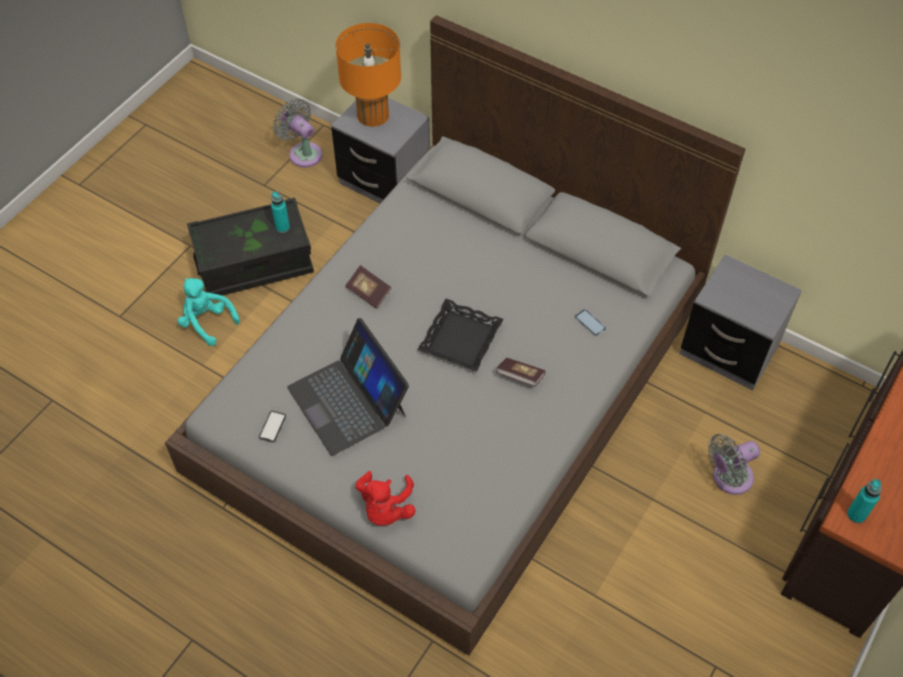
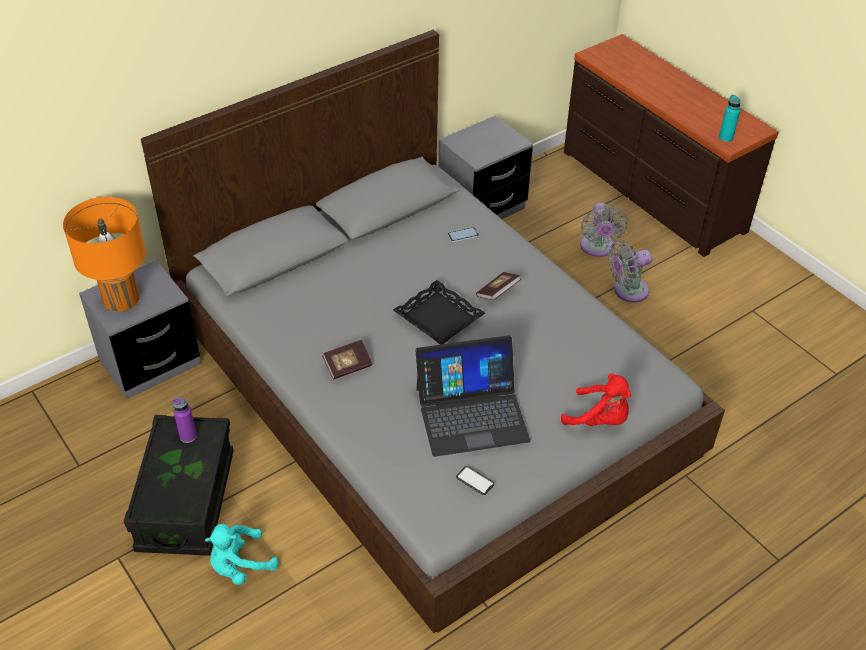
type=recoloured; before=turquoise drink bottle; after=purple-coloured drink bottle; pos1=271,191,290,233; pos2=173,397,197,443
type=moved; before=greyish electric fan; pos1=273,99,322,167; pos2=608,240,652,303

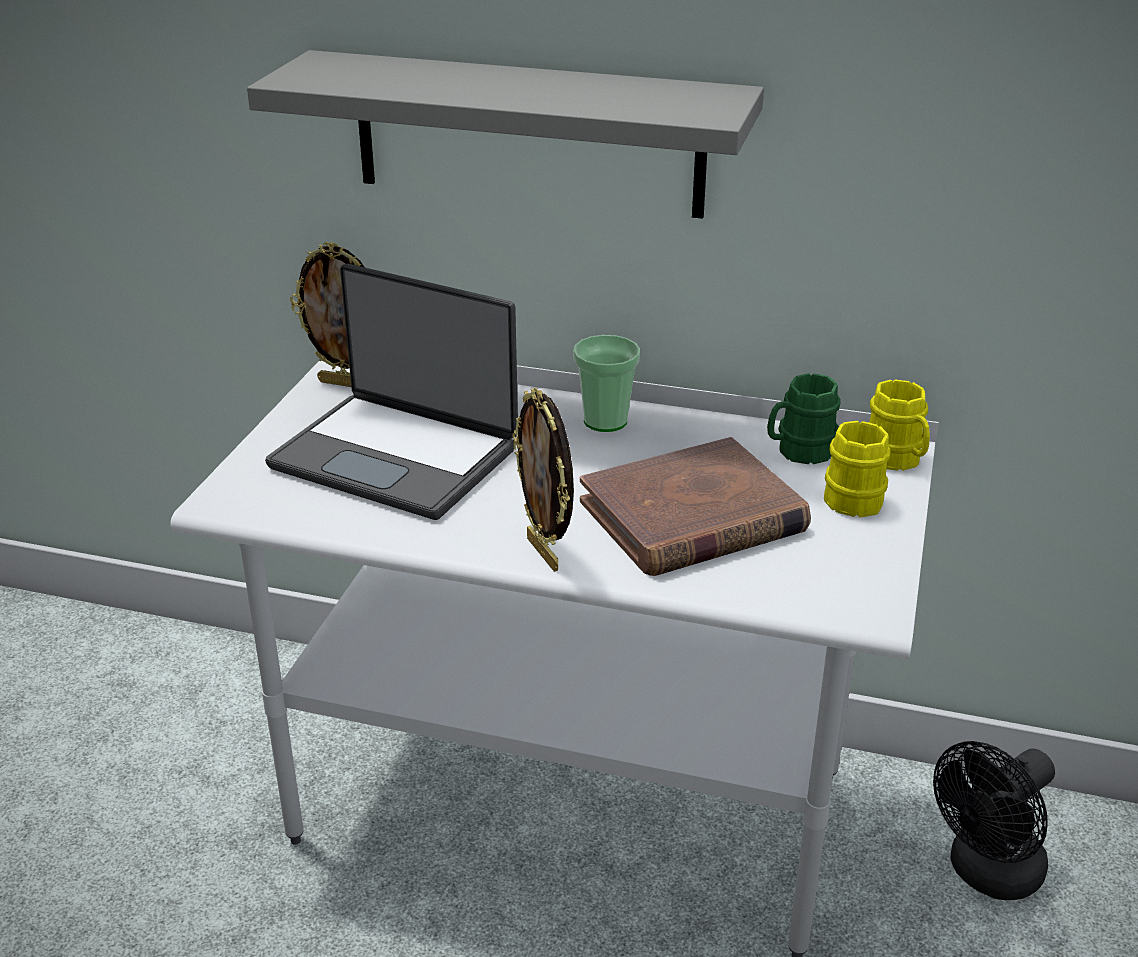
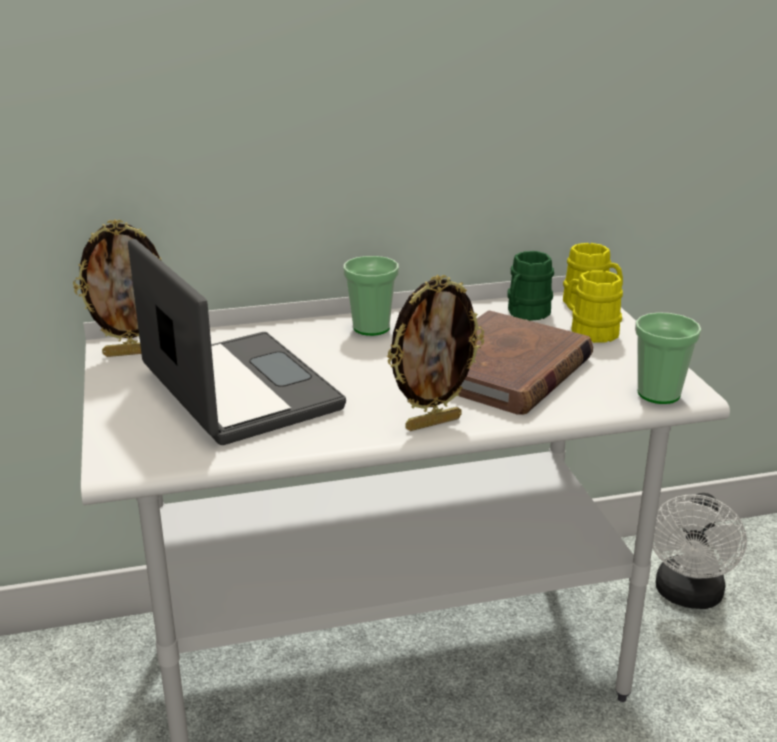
type=removed; before=greyish wall shelf; pos1=247,50,764,219
type=turned; before=portable computer; pos1=265,264,518,520; pos2=128,239,346,445; turn=-120
type=turned; before=standing frame; pos1=512,388,574,572; pos2=387,275,484,431; turn=-60
type=recoloured; before=black electric fan; after=whitish electric fan; pos1=933,741,1055,900; pos2=652,493,747,609
type=added; after=drinking cup; pos2=635,312,701,404

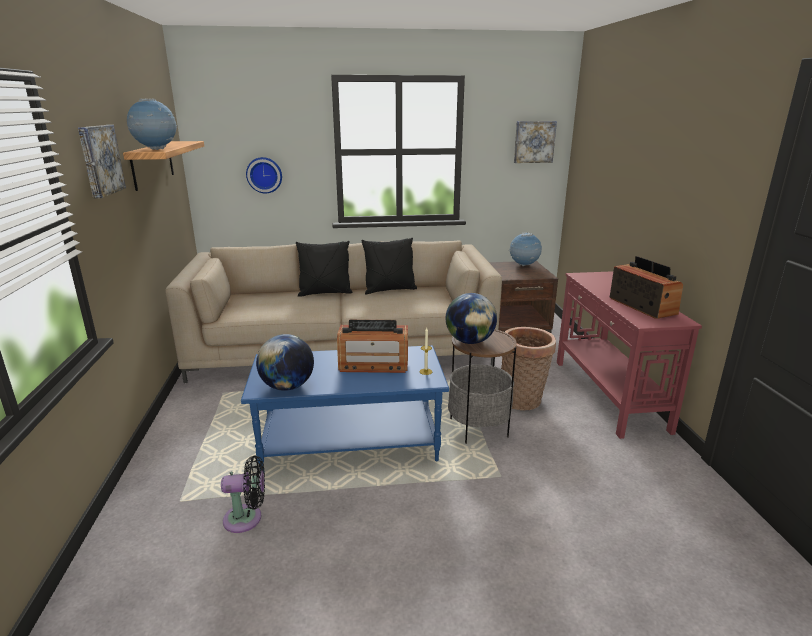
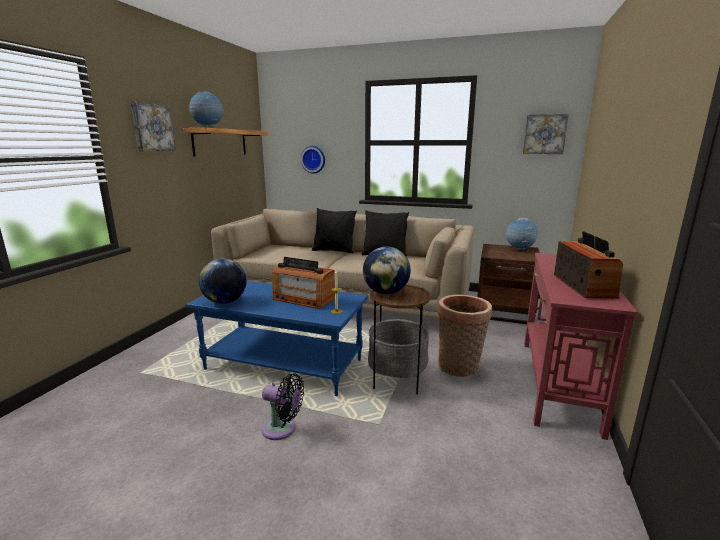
type=moved; before=black electric fan; pos1=221,455,265,533; pos2=262,373,304,440

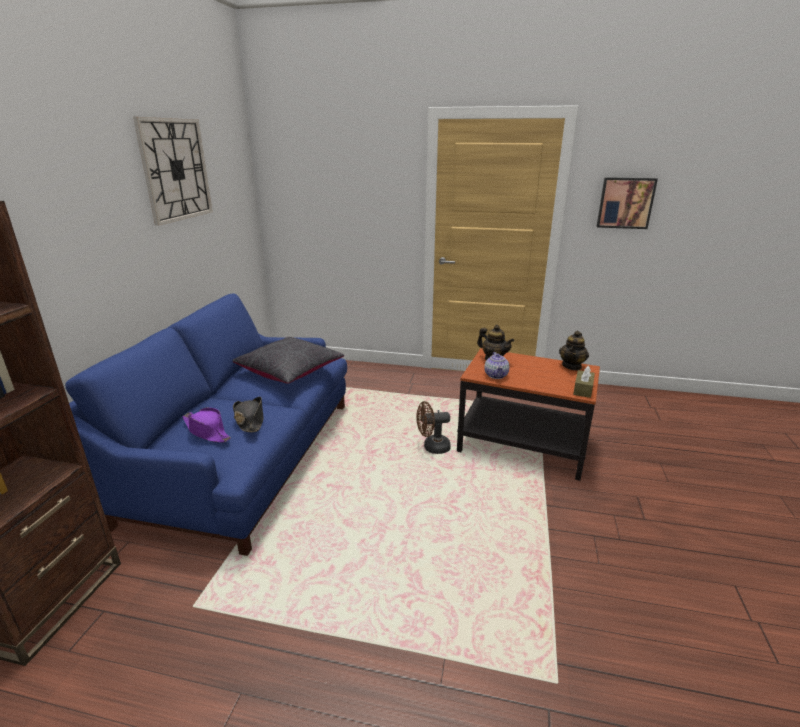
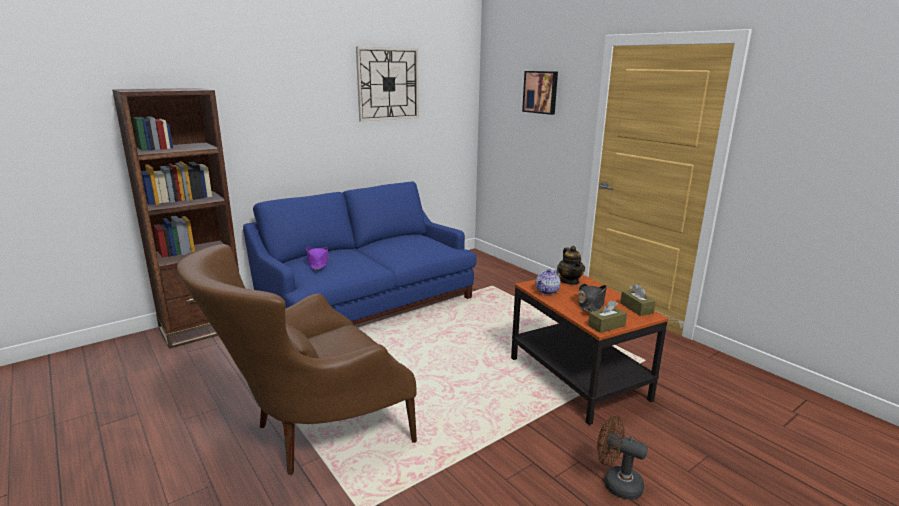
type=removed; before=black throw pillow; pos1=233,337,344,383
type=moved; before=black hat; pos1=233,397,264,432; pos2=578,284,607,312
type=moved; before=brown electric fan; pos1=416,401,451,454; pos2=597,415,648,500
type=replaced; before=pot for tea; after=brown tissue holder; pos1=559,331,589,370; pos2=620,284,656,316
type=moved; before=picture; pos1=596,177,658,229; pos2=522,71,558,115
type=added; after=brown armchair; pos2=177,244,417,475

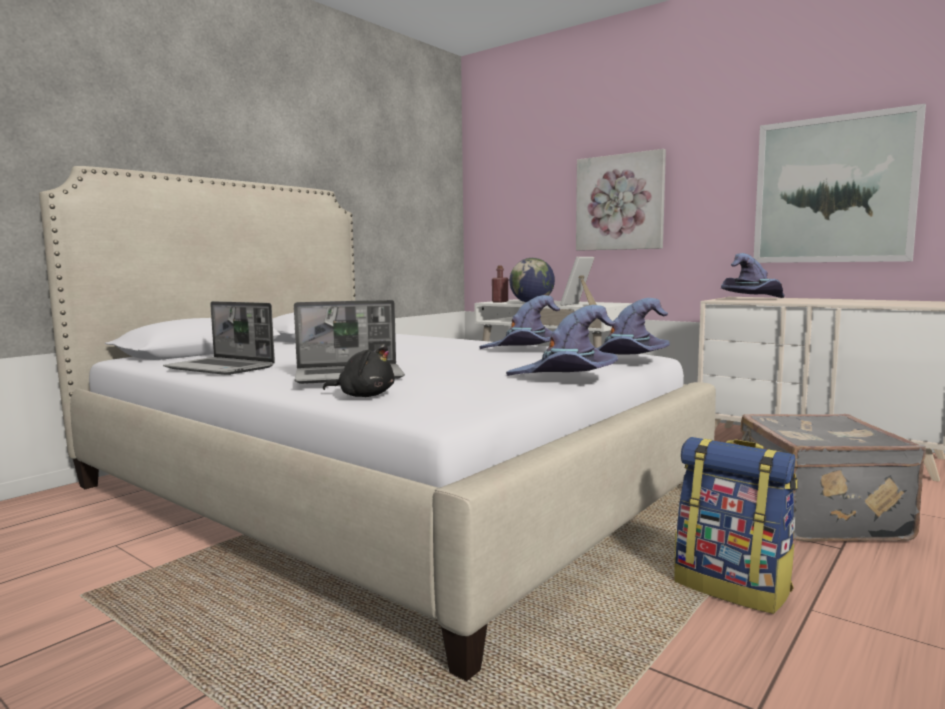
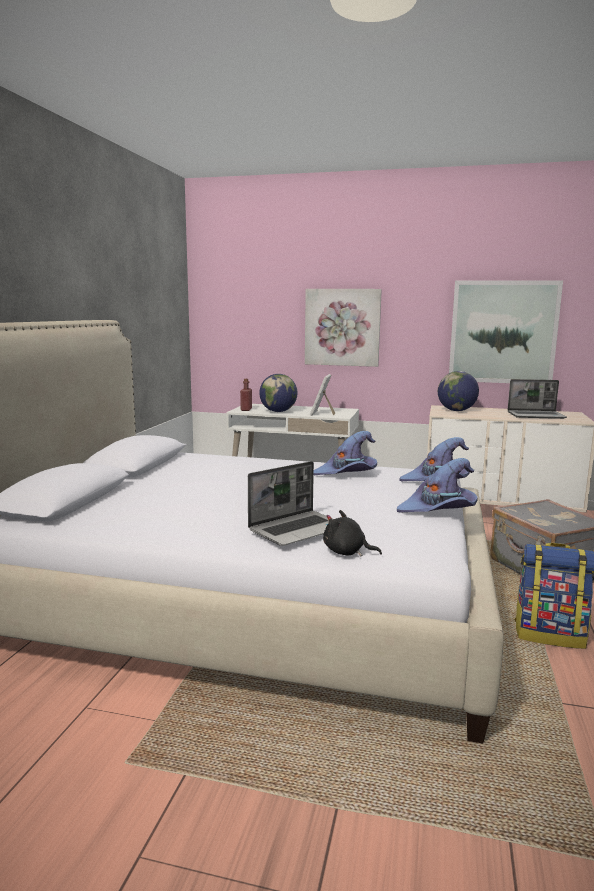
type=moved; before=portable computer; pos1=163,301,275,375; pos2=508,379,567,419
type=turned; before=black soft toy; pos1=323,346,394,397; pos2=323,510,382,556; turn=-150
type=replaced; before=purple-coloured hat; after=globe; pos1=721,253,784,298; pos2=438,371,479,411

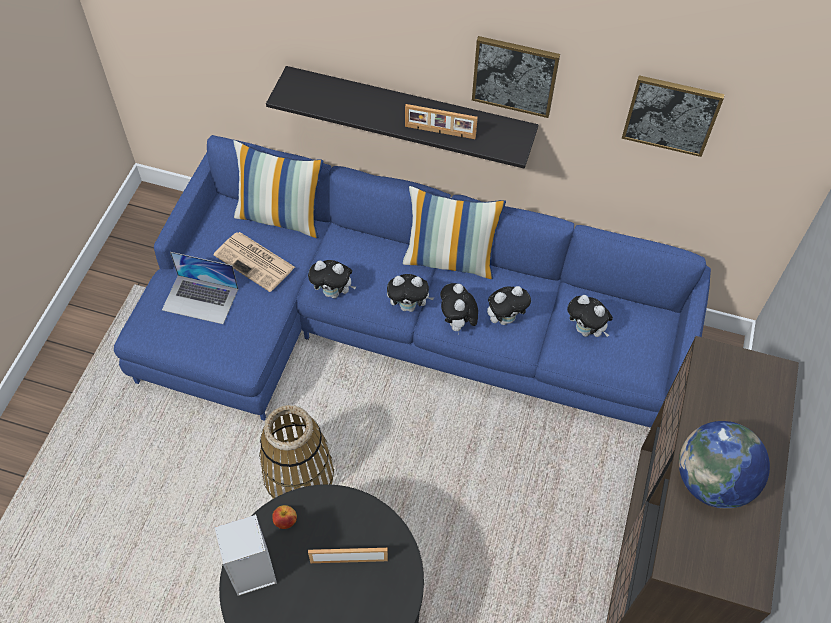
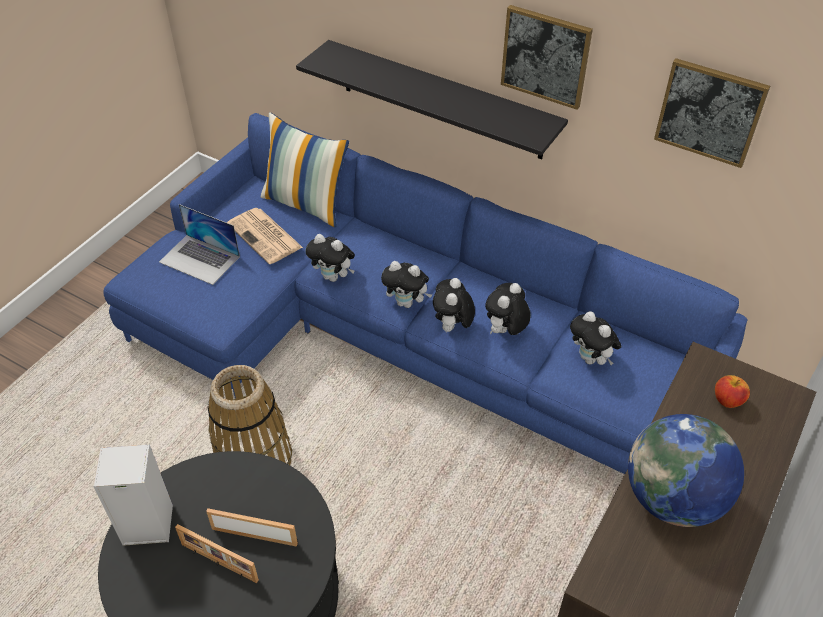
type=moved; before=apple; pos1=272,505,297,529; pos2=715,375,750,408
type=removed; before=throw pillow; pos1=403,186,506,279
type=moved; before=standing frame; pos1=405,104,478,139; pos2=175,524,259,583
type=turned; before=soft toy; pos1=487,286,531,325; pos2=485,283,531,335; turn=135

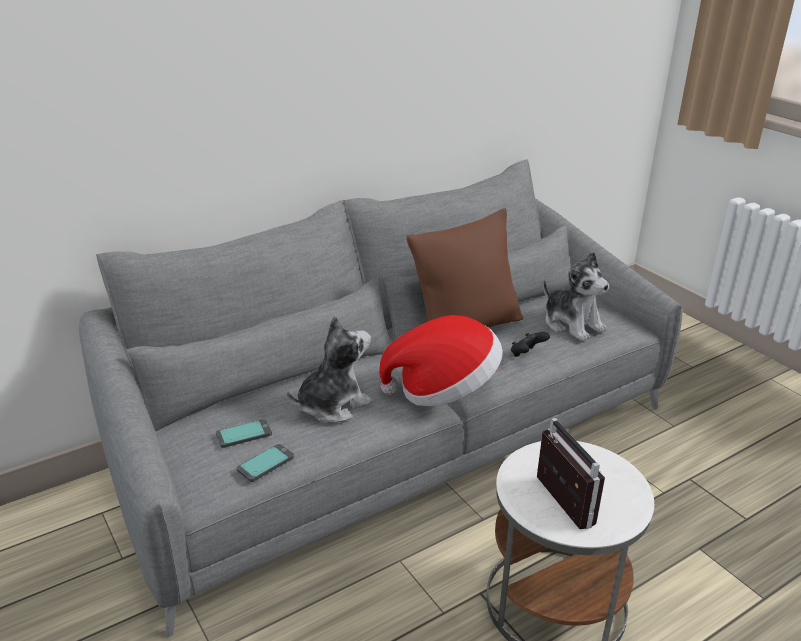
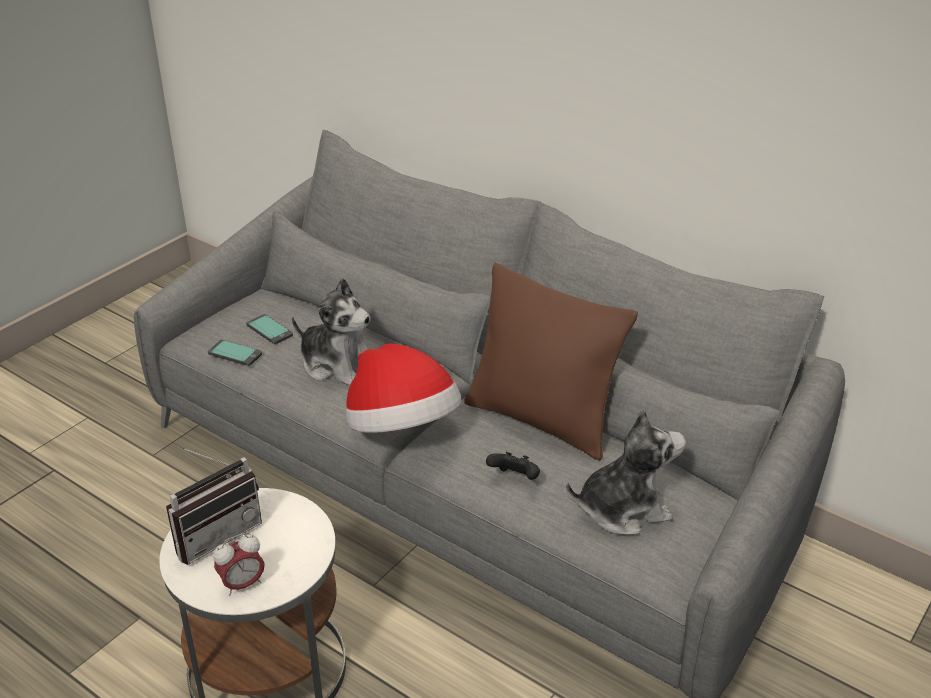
type=turned; before=soft toy; pos1=543,252,609,341; pos2=566,409,686,535; turn=-135
type=added; after=table clock; pos2=213,533,265,596

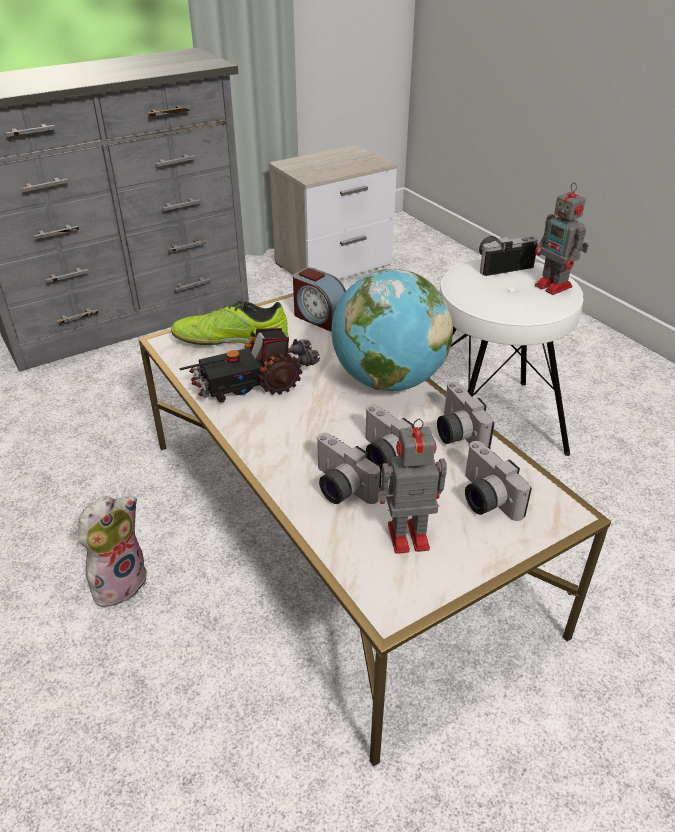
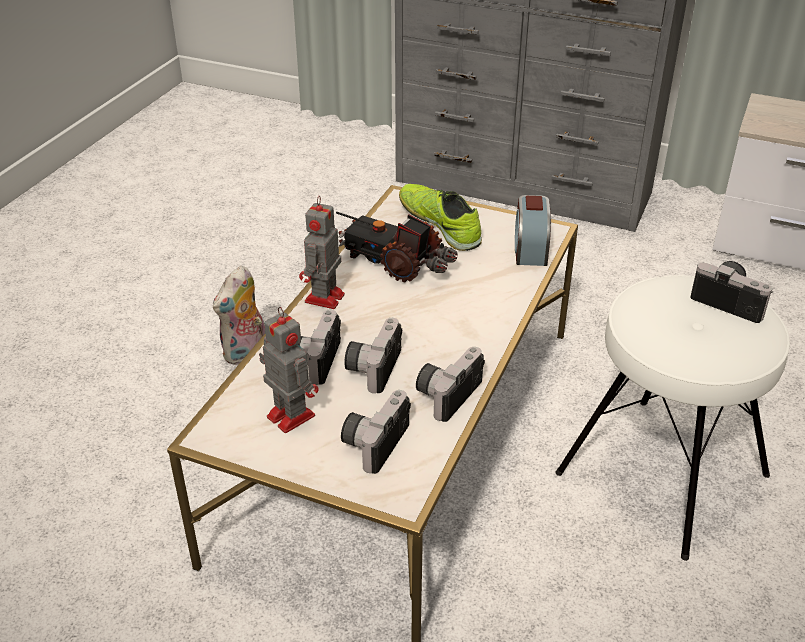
type=turned; before=soft toy; pos1=78,496,147,612; pos2=213,266,265,365; turn=120
type=removed; before=globe; pos1=331,269,453,391
type=moved; before=robot figure; pos1=535,182,589,295; pos2=299,195,345,309

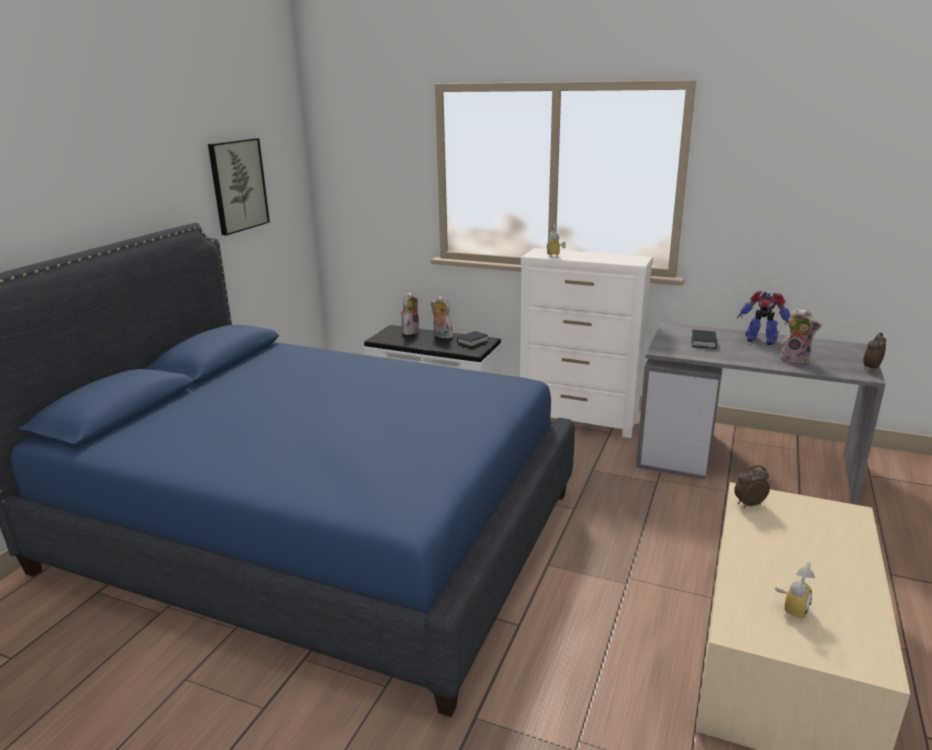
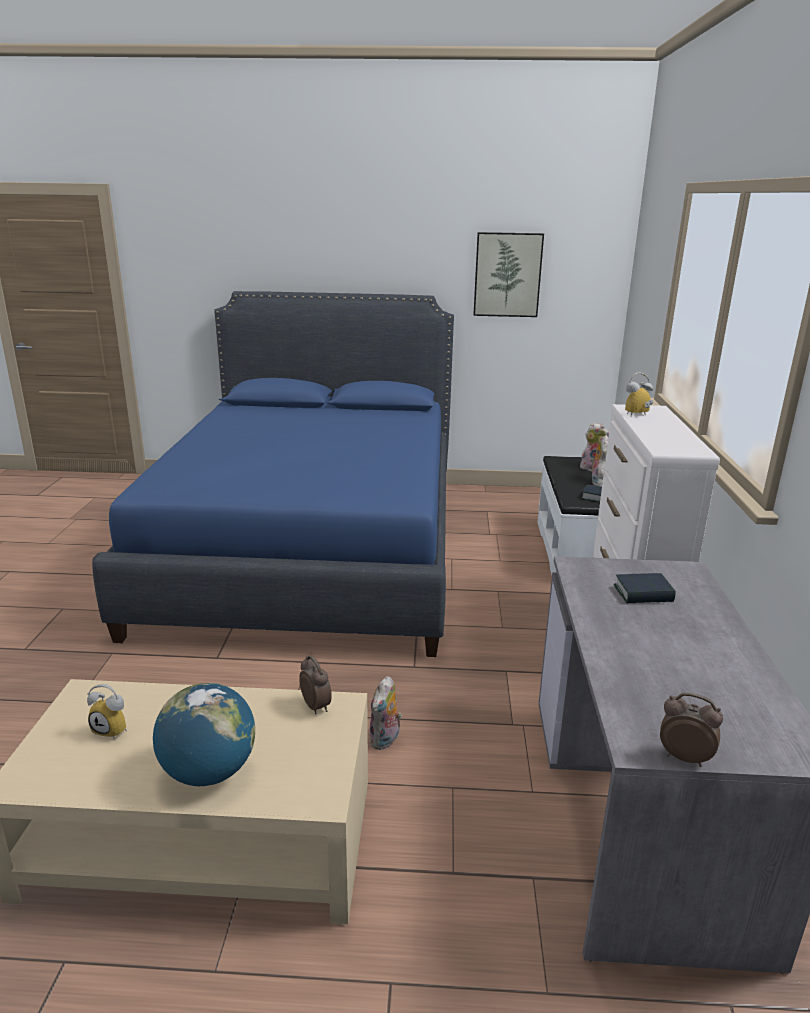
type=removed; before=robot figure; pos1=737,291,791,345
type=moved; before=soft toy; pos1=778,307,822,365; pos2=369,676,402,750
type=added; after=globe; pos2=153,683,255,786

